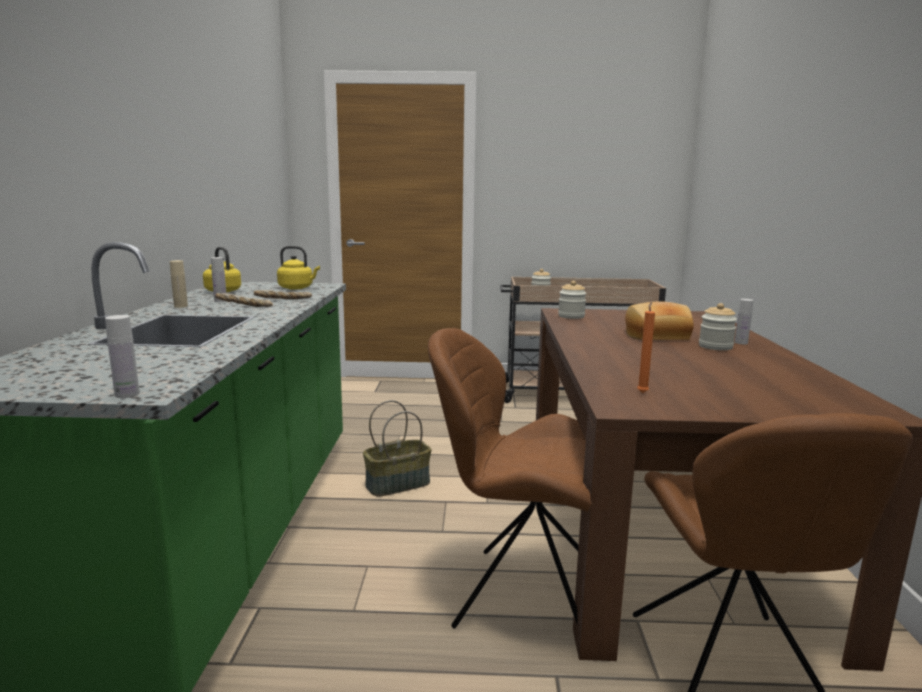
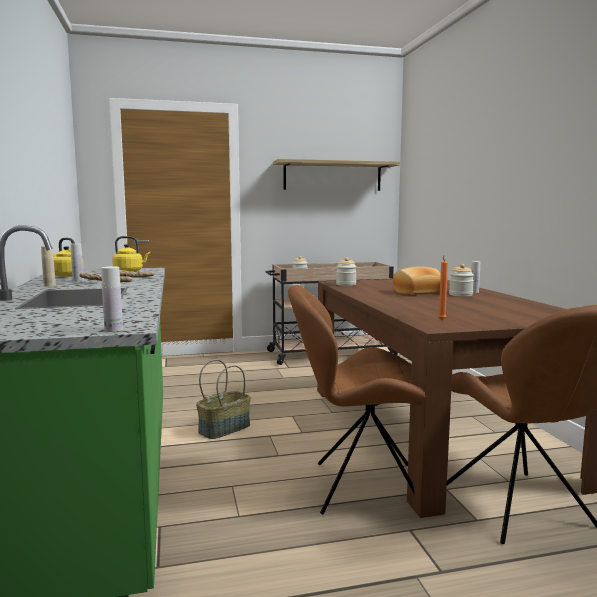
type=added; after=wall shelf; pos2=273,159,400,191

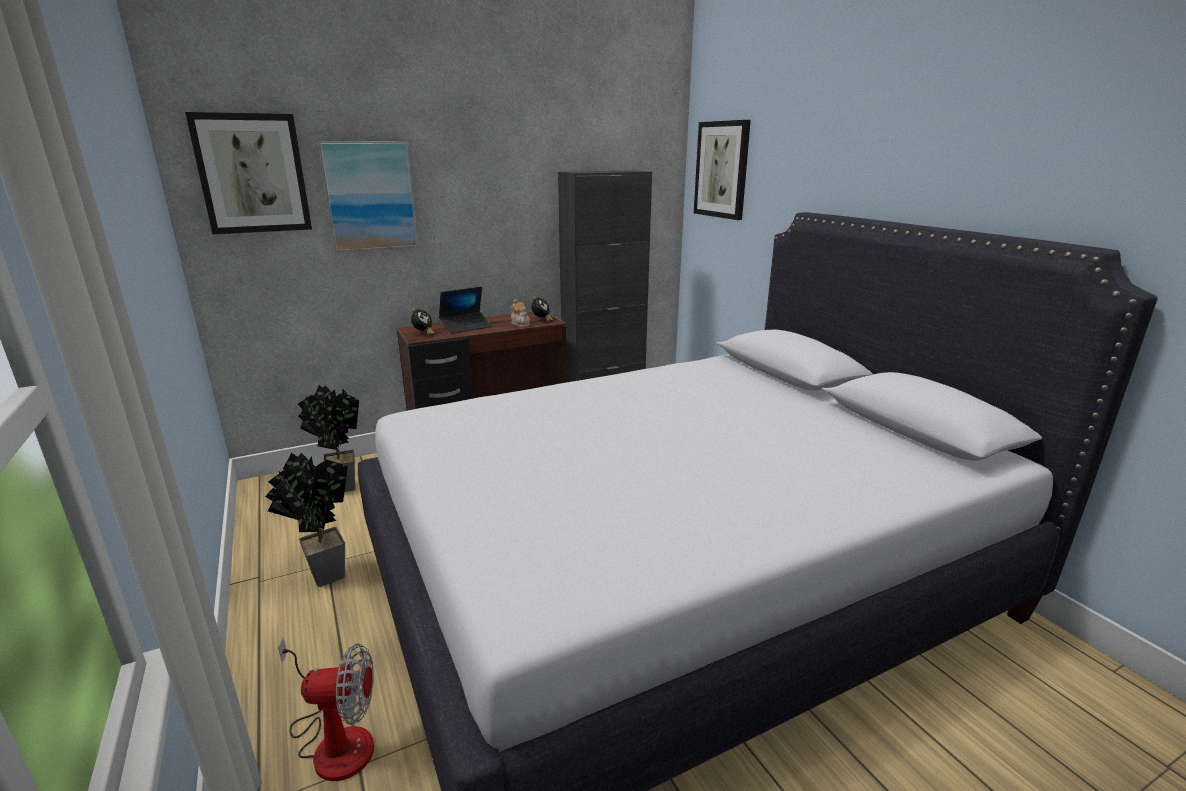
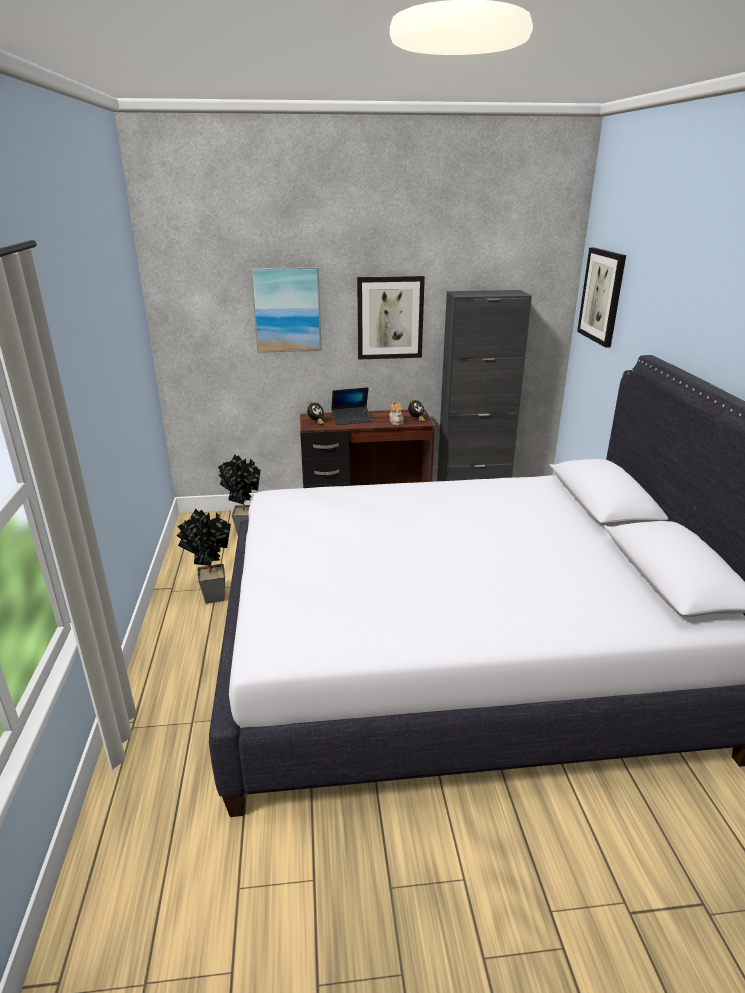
type=moved; before=picture; pos1=185,112,312,234; pos2=357,276,425,360
type=removed; before=electric fan; pos1=278,637,374,781

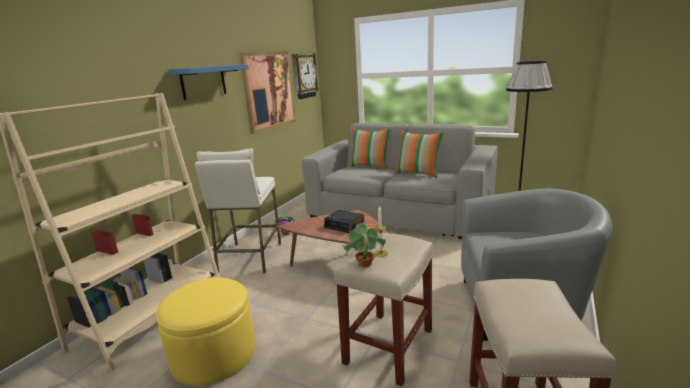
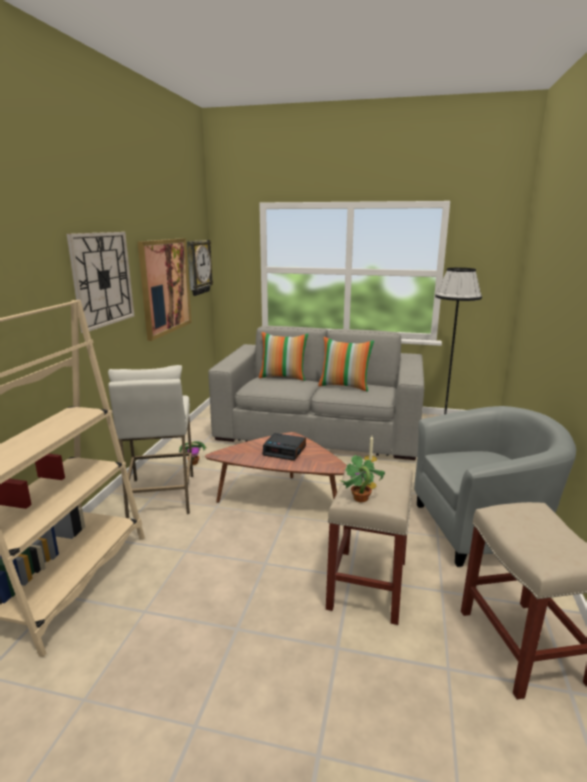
type=removed; before=yellow-coloured ottoman; pos1=156,277,255,386
type=replaced; before=bluish wall shelf; after=hanging clock; pos1=169,64,248,100; pos2=67,232,134,333

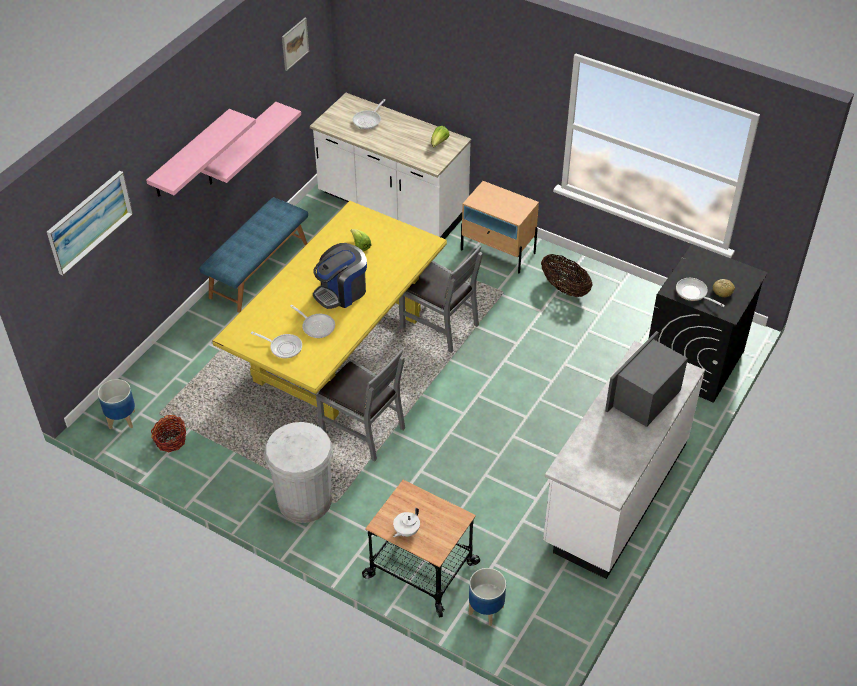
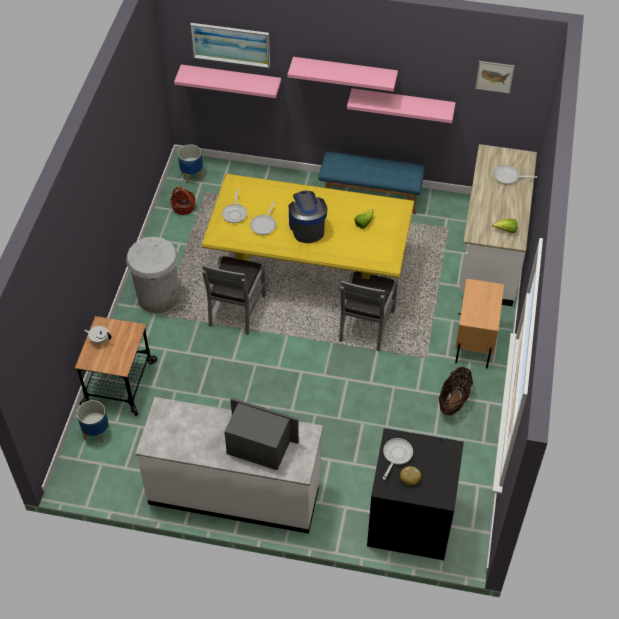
type=turned; before=coffee maker; pos1=313,243,367,309; pos2=289,191,327,243; turn=45
type=added; after=pink-coloured wall shelf; pos2=174,64,281,98

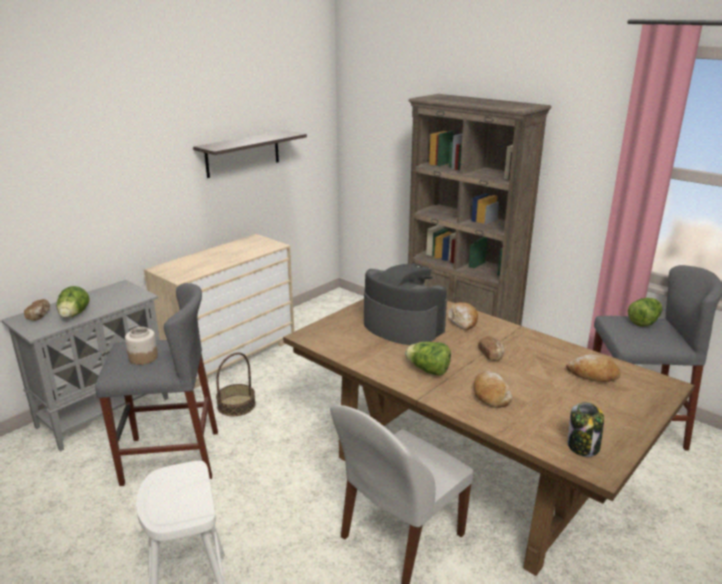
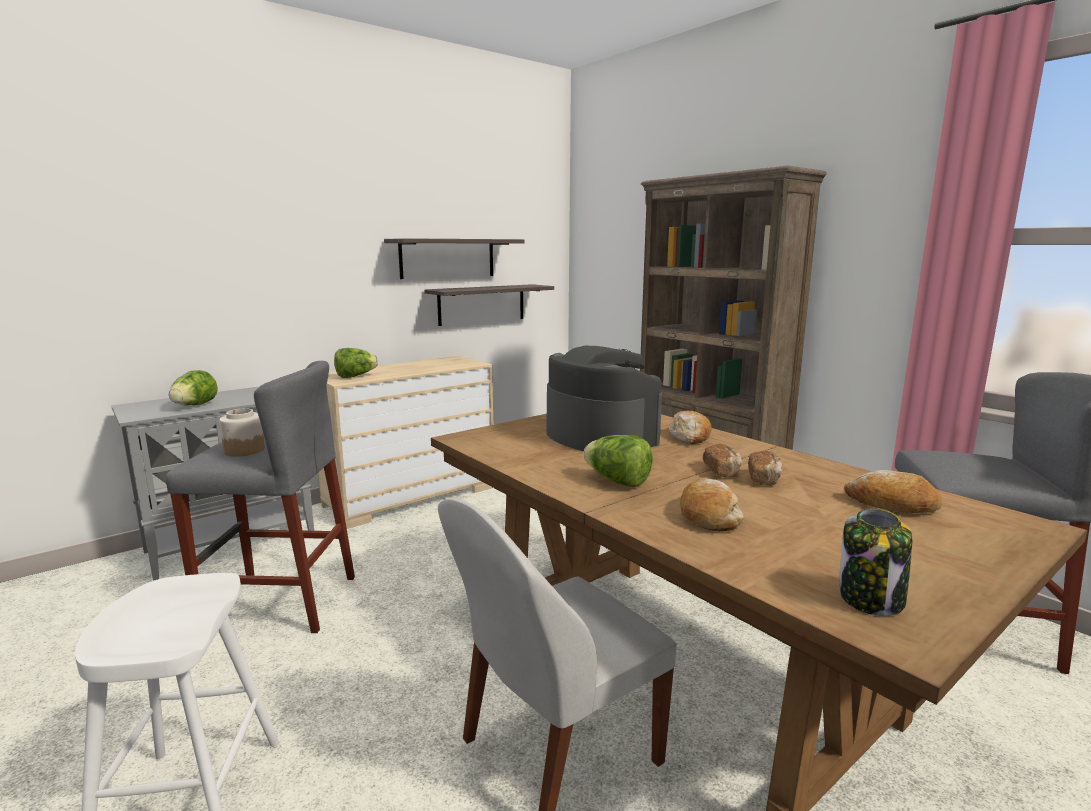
type=moved; before=bakery bread; pos1=24,299,50,321; pos2=748,451,782,486
type=removed; before=storage basket; pos1=216,352,256,416
type=moved; before=lettuce; pos1=628,298,662,327; pos2=334,348,378,378
type=added; after=wall shelf; pos2=424,284,554,326

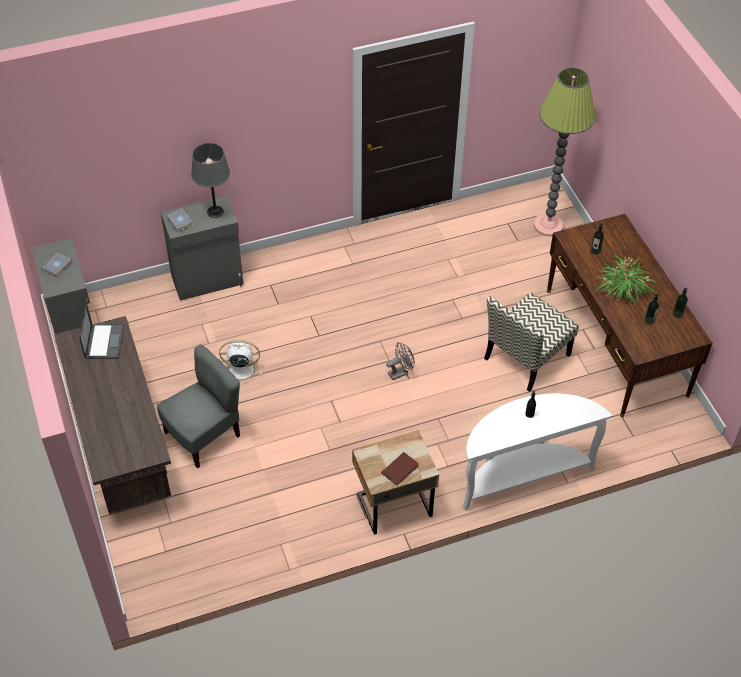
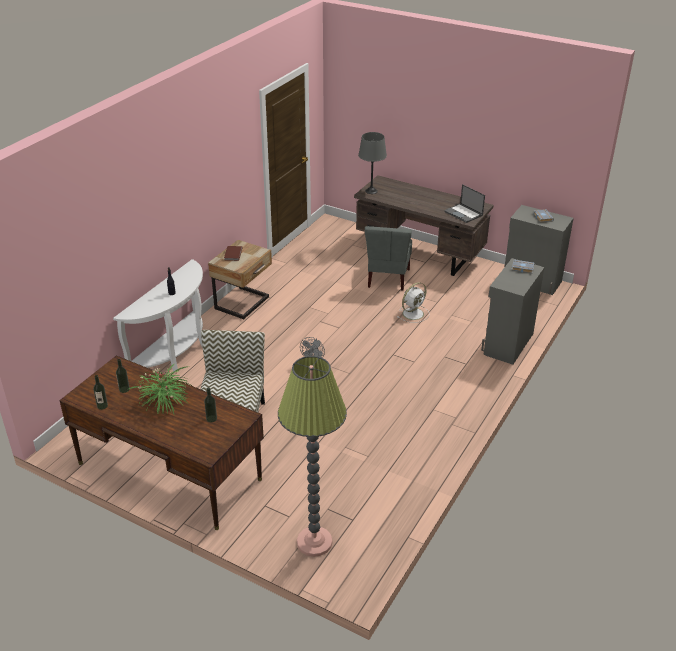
type=moved; before=greyish table lamp; pos1=191,143,230,218; pos2=358,132,387,194

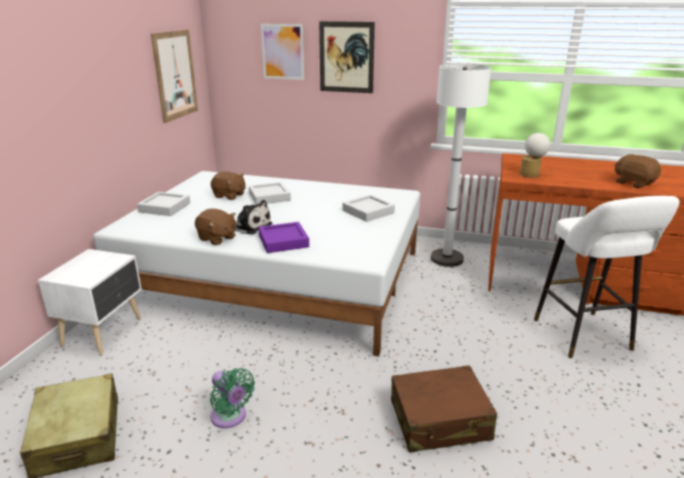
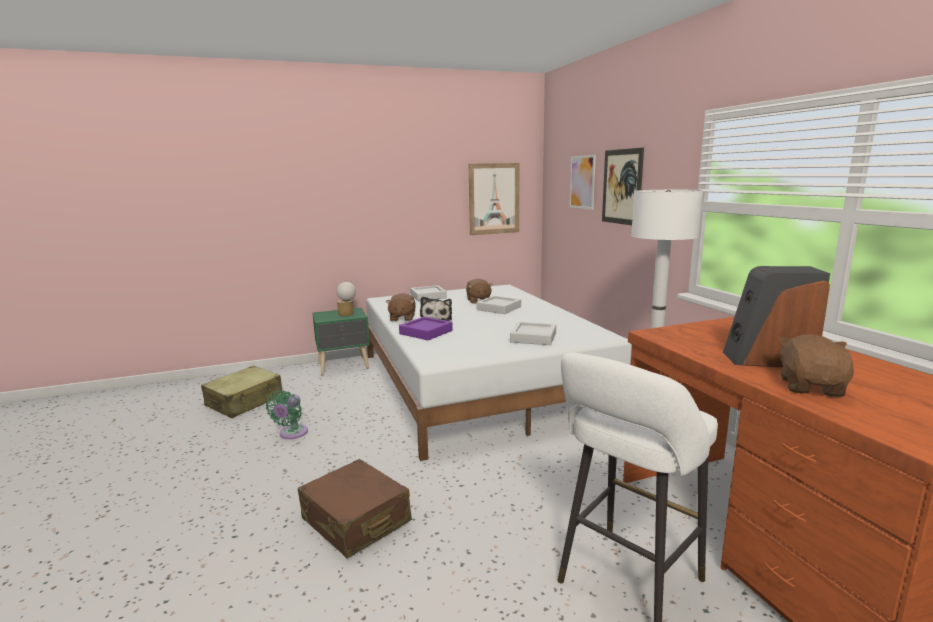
type=recoloured; before=whitish bedside table; after=green-coloured bedside table; pos1=38,249,142,355; pos2=313,308,370,375
type=moved; before=table lamp; pos1=520,133,550,178; pos2=337,282,356,316
type=added; after=speaker; pos2=723,266,830,367

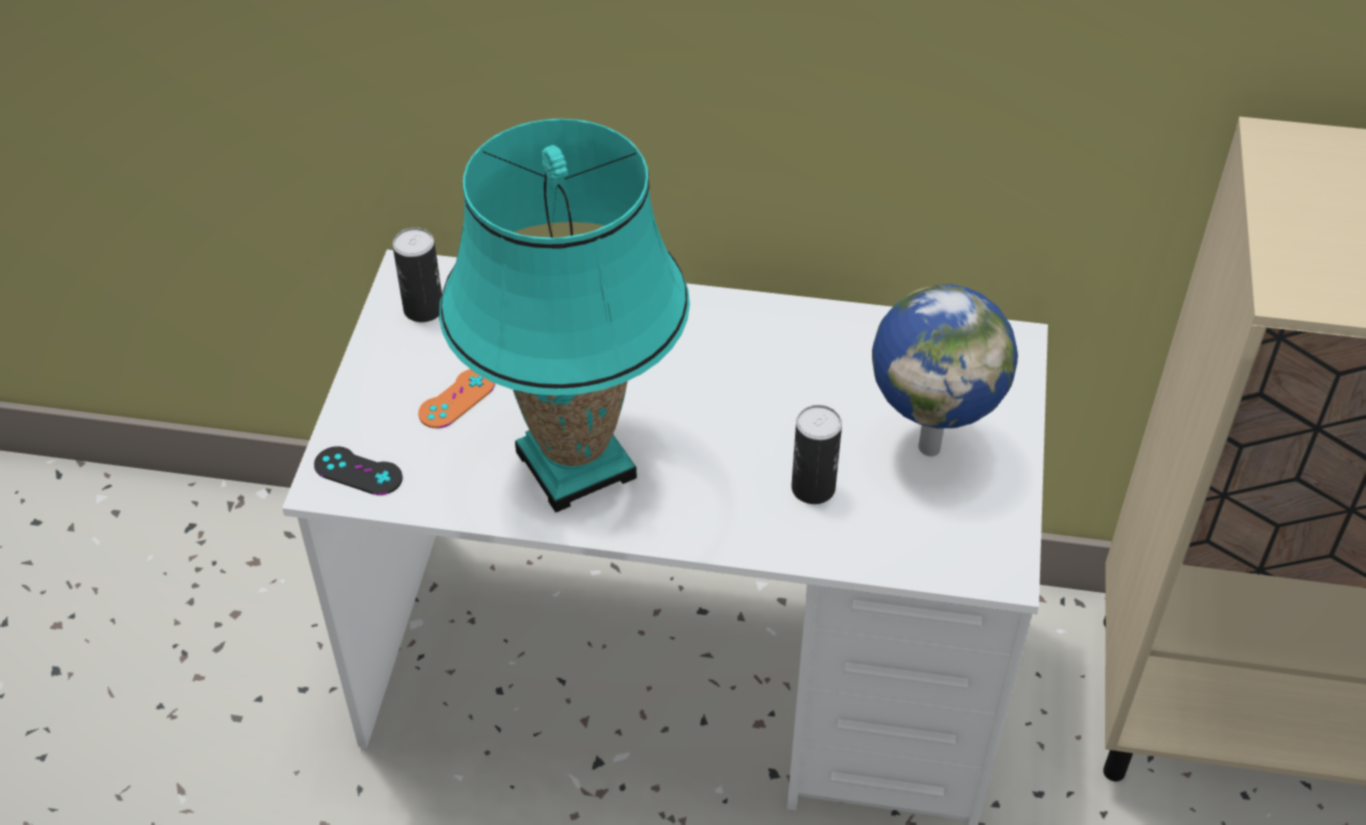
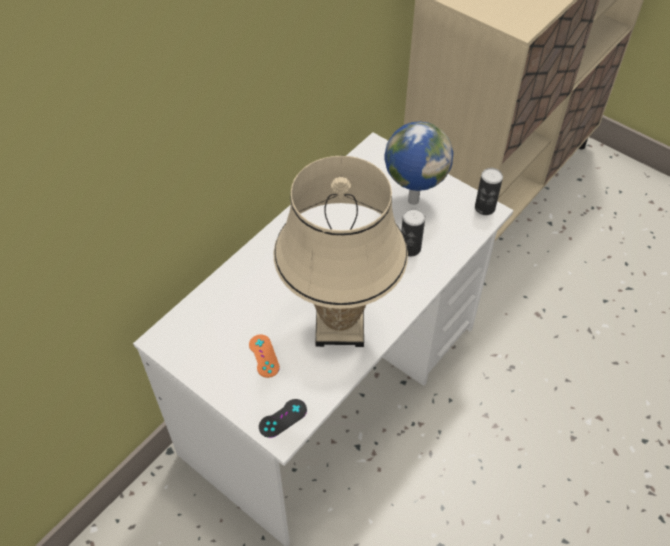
type=moved; before=sealed can; pos1=392,227,442,322; pos2=475,168,503,215
type=recoloured; before=turquoise table lamp; after=beige table lamp; pos1=439,119,690,512; pos2=274,156,408,347

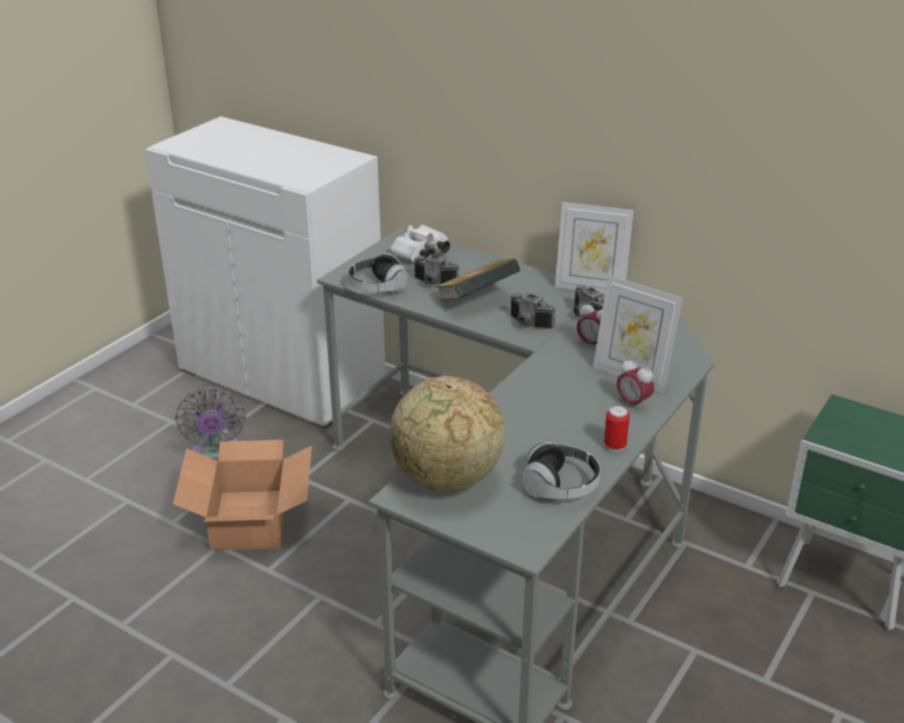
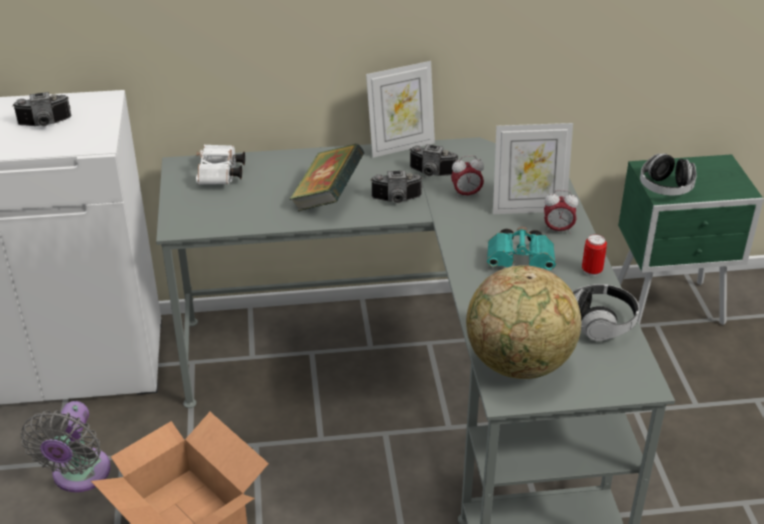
type=turned; before=greyish electric fan; pos1=175,387,246,461; pos2=21,401,111,492; turn=60
type=moved; before=pair of headphones; pos1=348,253,408,292; pos2=640,153,697,195
type=moved; before=photo camera; pos1=413,254,459,285; pos2=12,92,71,126
type=added; after=turquoise field glasses; pos2=487,227,556,270

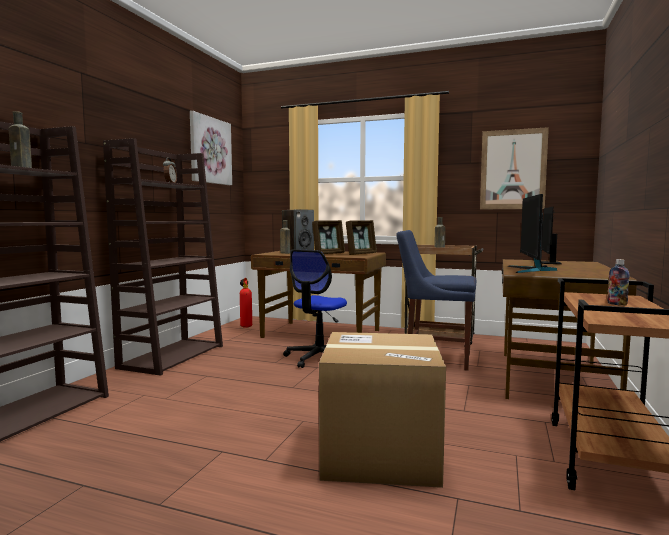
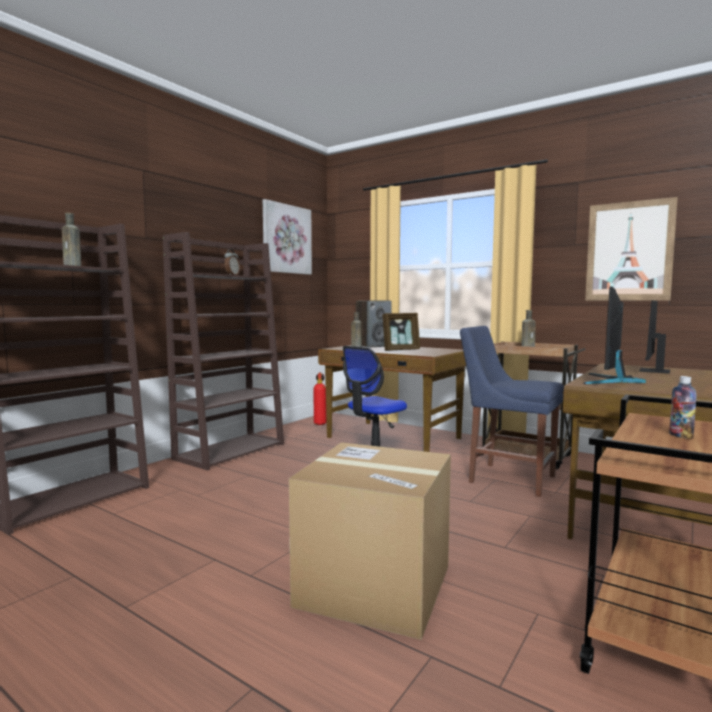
type=removed; before=standing frame; pos1=346,220,377,255

